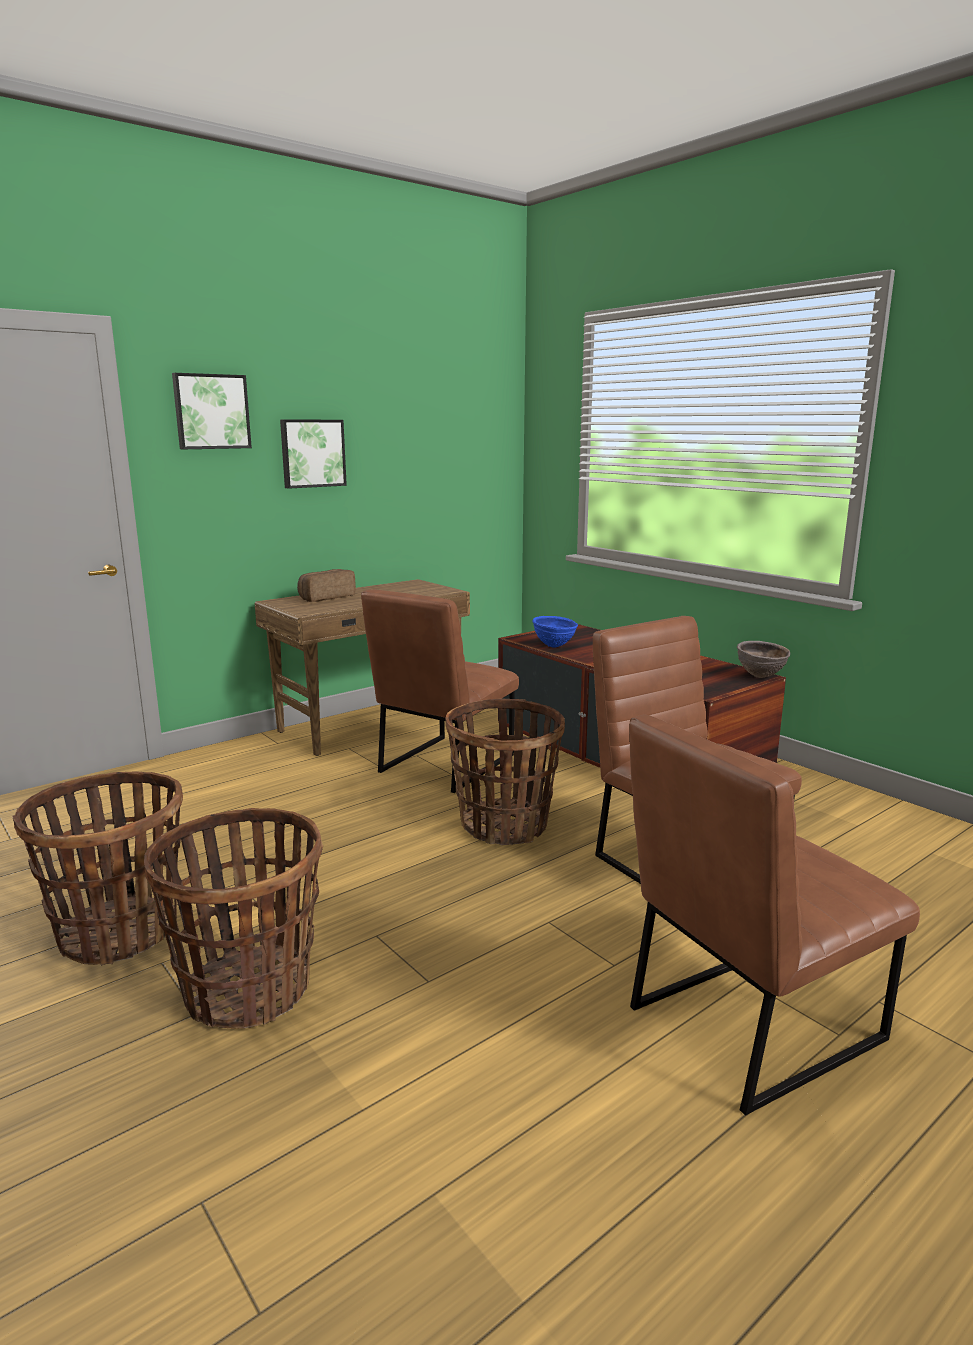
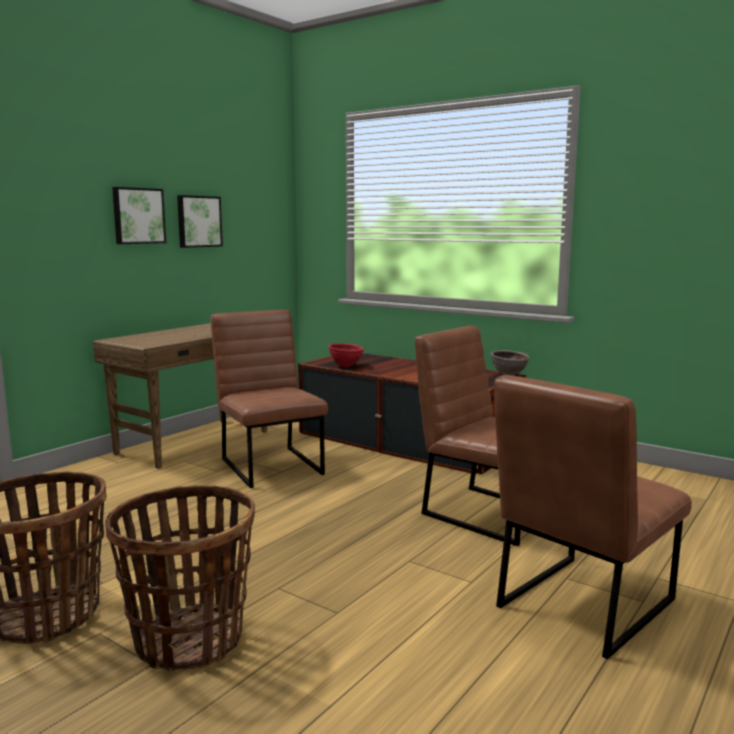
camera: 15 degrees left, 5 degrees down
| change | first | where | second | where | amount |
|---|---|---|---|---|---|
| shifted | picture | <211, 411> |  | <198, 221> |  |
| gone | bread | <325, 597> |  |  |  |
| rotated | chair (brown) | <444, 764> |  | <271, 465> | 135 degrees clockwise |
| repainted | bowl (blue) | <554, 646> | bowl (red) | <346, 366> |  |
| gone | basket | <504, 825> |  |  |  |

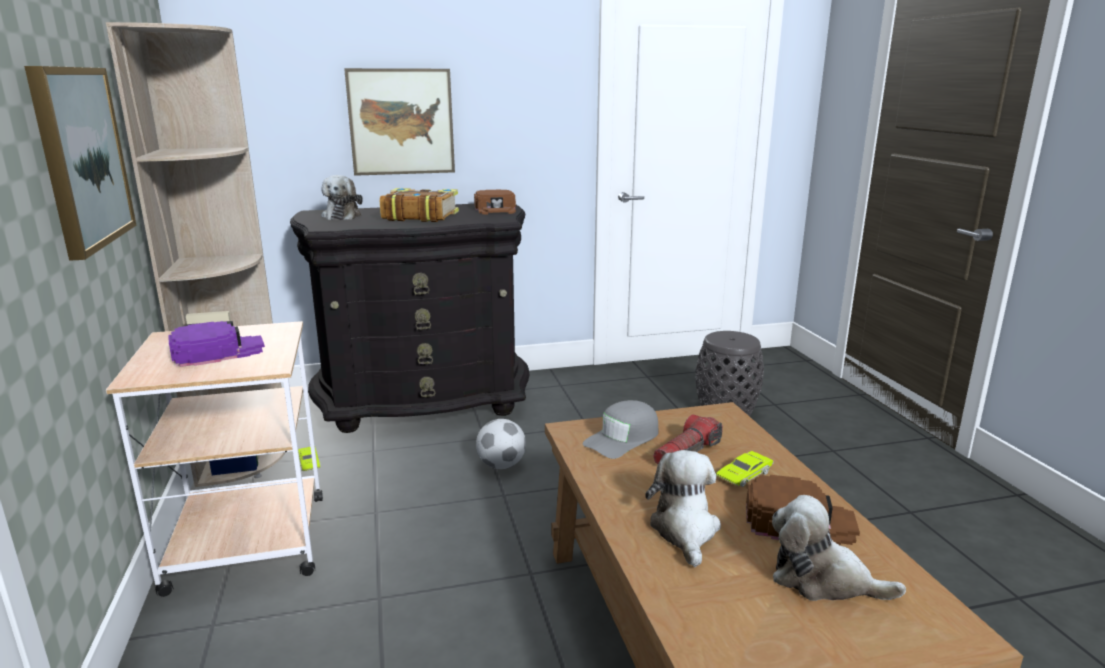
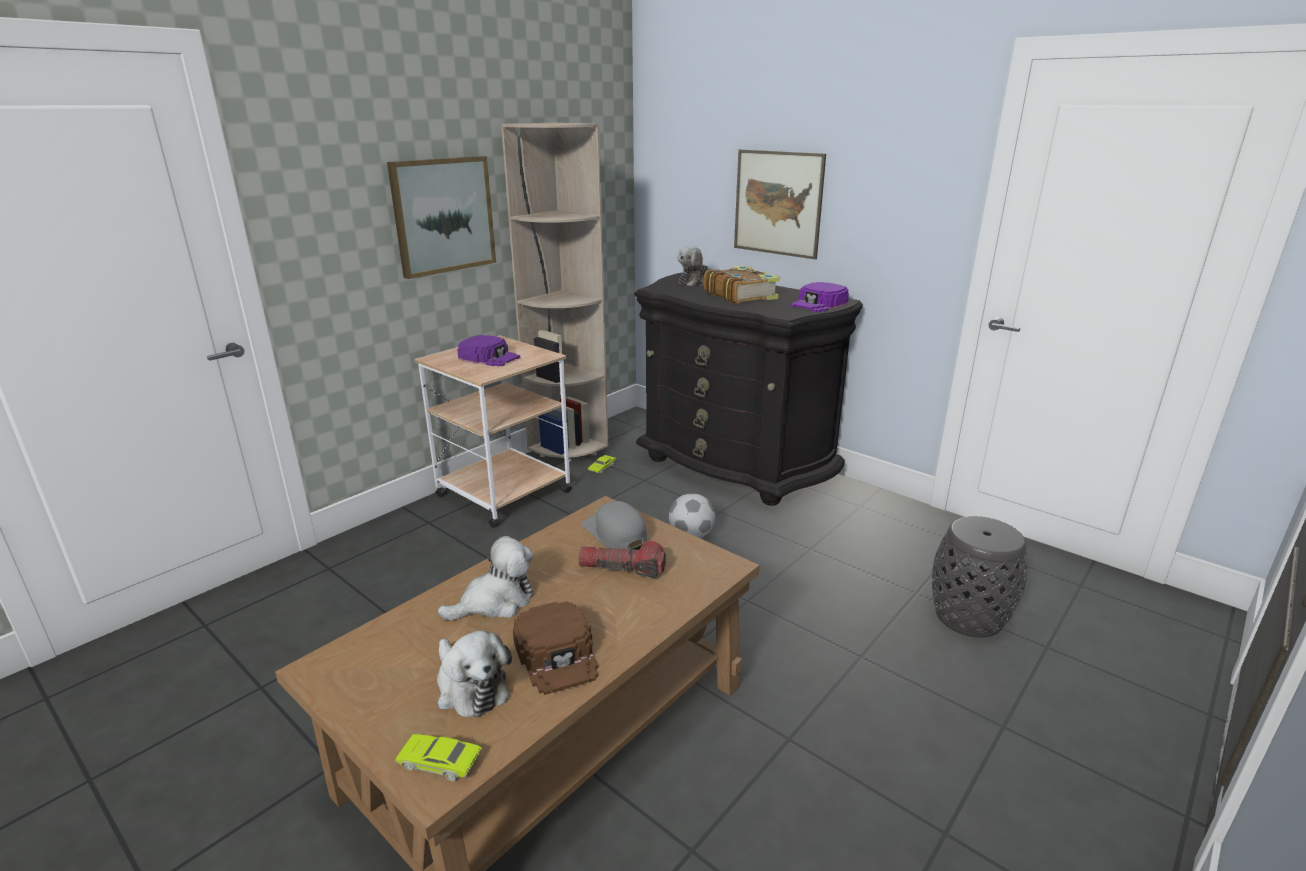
camera: 55 degrees right, 5 degrees up
| change | first | where | second | where | amount |
|---|---|---|---|---|---|
| repainted | cap (brown) | <496, 209> | cap (purple) | <819, 304> |  |
| rotated | cap (grey) | <623, 439> |  | <615, 534> | 45 degrees clockwise |
| shifted | toy car (green) | <744, 475> |  | <440, 761> |  |
| rotated | plush toy | <822, 580> |  | <470, 687> | 150 degrees clockwise |

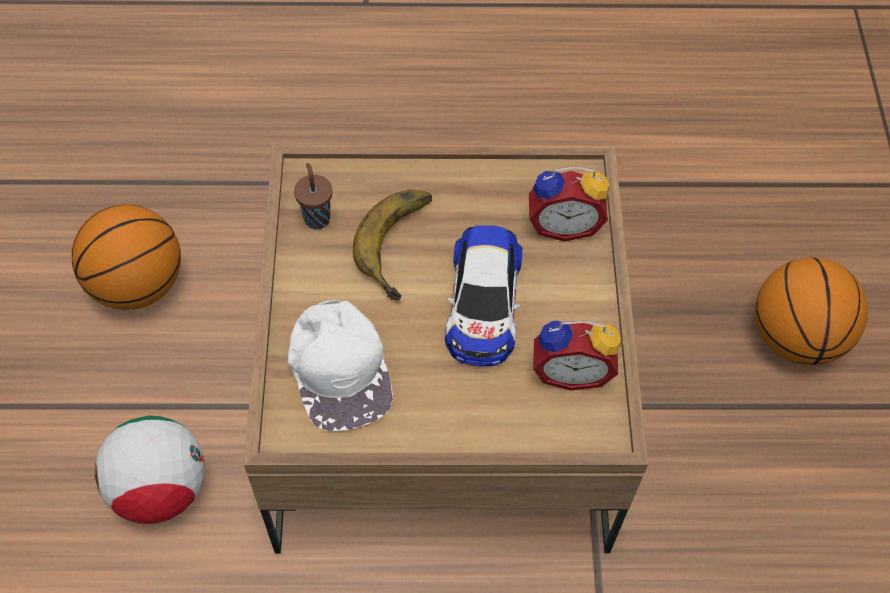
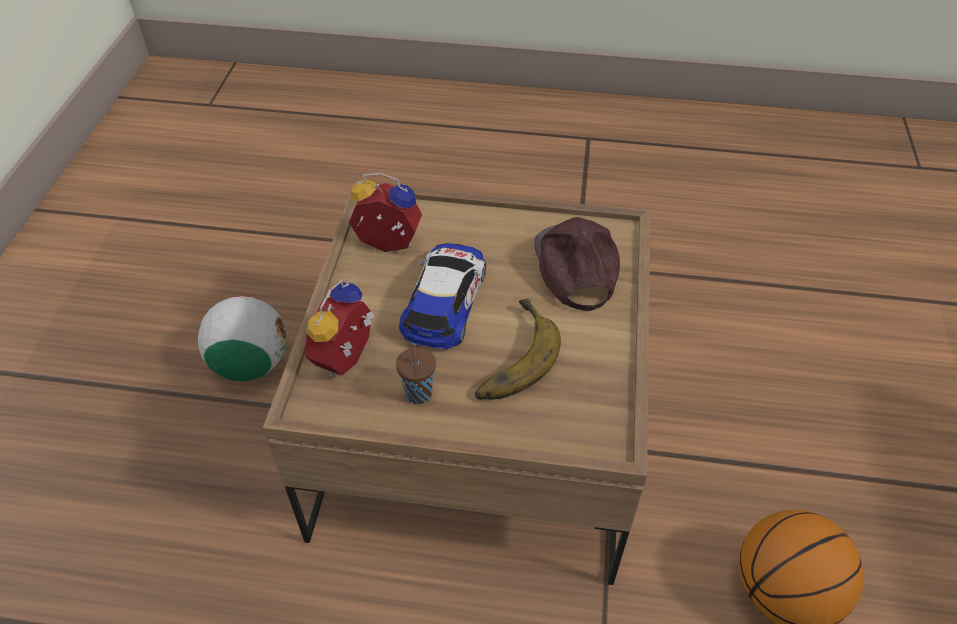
camera: 170 degrees left, 10 degrees down
| change | first | where | second | where | amount |
|---|---|---|---|---|---|
| shifted | cup (brown) | <316, 217> |  | <418, 395> |  |
| rotated | alarm clock | <563, 224> |  | <349, 359> | 75 degrees counterclockwise |
| gone | basketball | <795, 337> |  |  |  |
| repainted | cap (white) | <340, 367> | cap (brown) | <575, 267> |  |
| shifted | football | <160, 489> |  | <251, 364> |  |

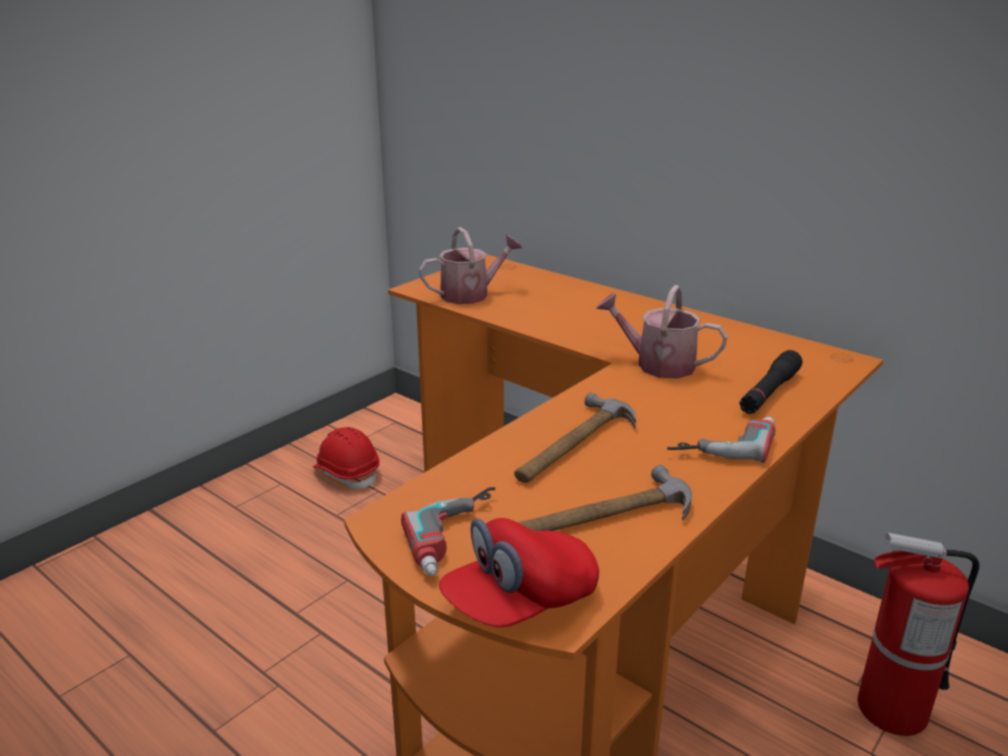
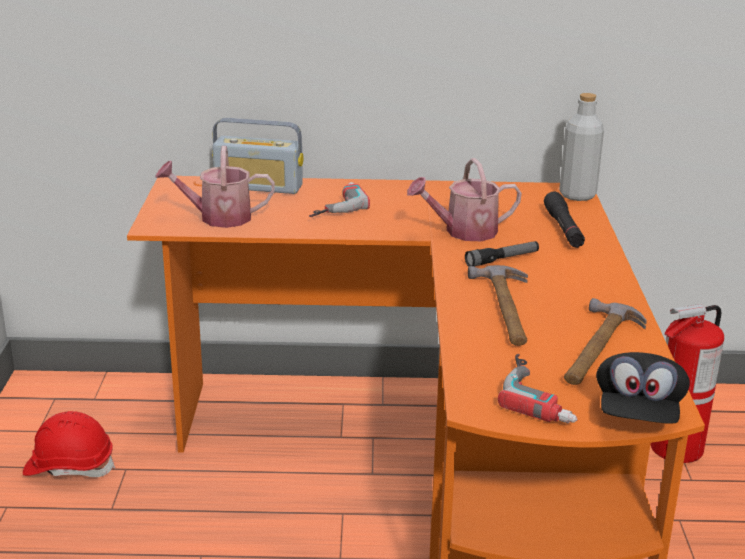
camera: 40 degrees left, 0 degrees up
| change | first | where | second | where | amount |
|---|---|---|---|---|---|
| rotated | watering can | <471, 294> |  | <218, 218> | 120 degrees counterclockwise |
| shifted | power drill | <723, 442> |  | <333, 206> |  |
| repainted | cap (red) | <520, 602> | cap (black) | <637, 413> |  |
| new |  |  | bottle (grey) | <577, 195> |  |
| new |  |  | radio | <259, 186> |  |
| new |  |  | flashlight | <502, 260> |  |

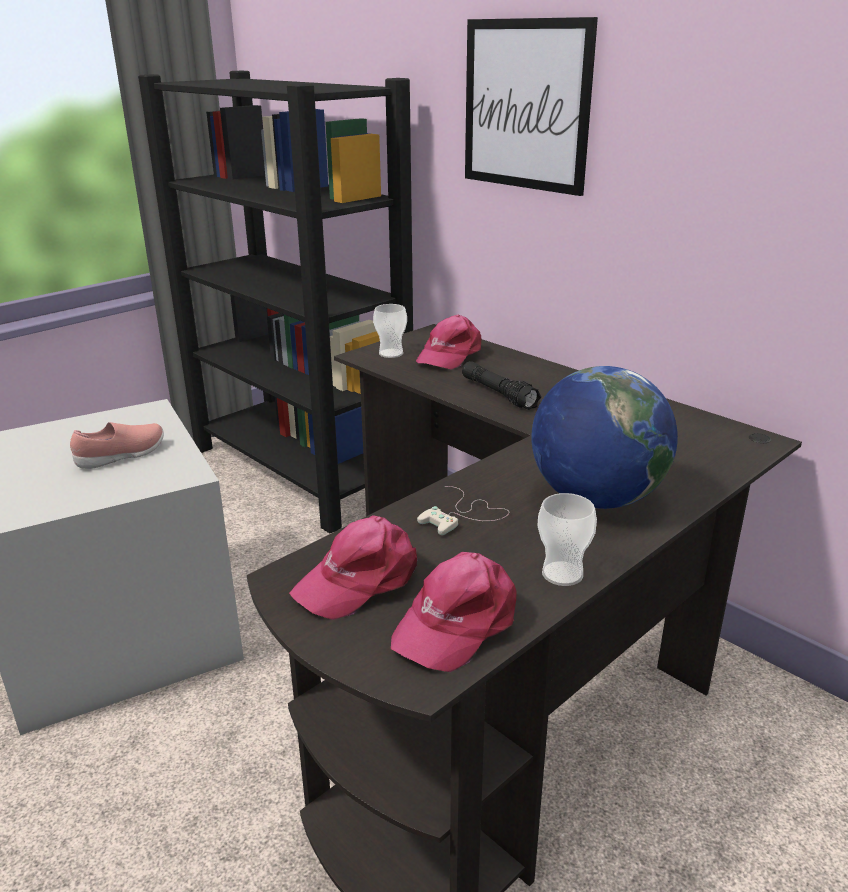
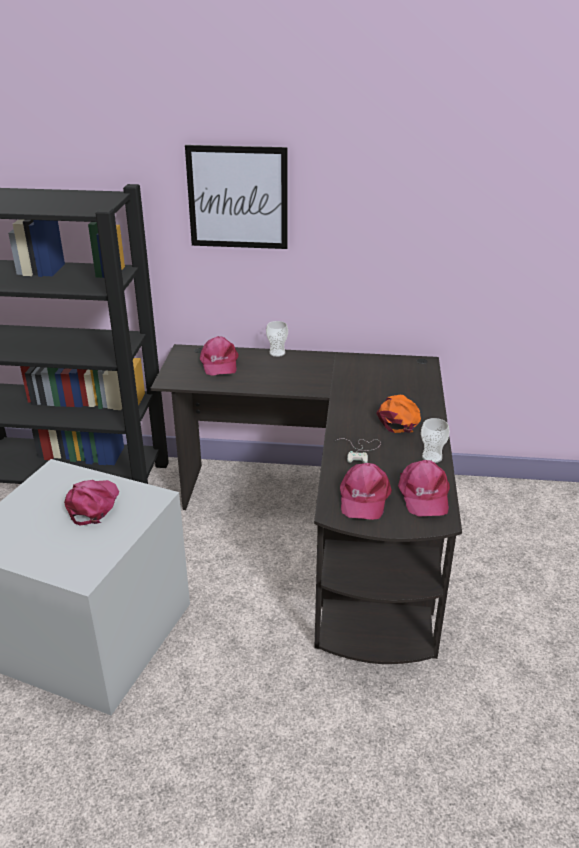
camera: 40 degrees left, 5 degrees up
| change | first | where | second | where | amount |
|---|---|---|---|---|---|
| shifted | cup | <391, 353> |  | <277, 353> |  |
| gone | flashlight (black) | <498, 394> |  |  |  |
| swapped | globe | <596, 498> | cap (orange) | <399, 418> |  |
| swapped | shoe (pink) | <122, 456> | cap (pink) | <93, 505> |  |

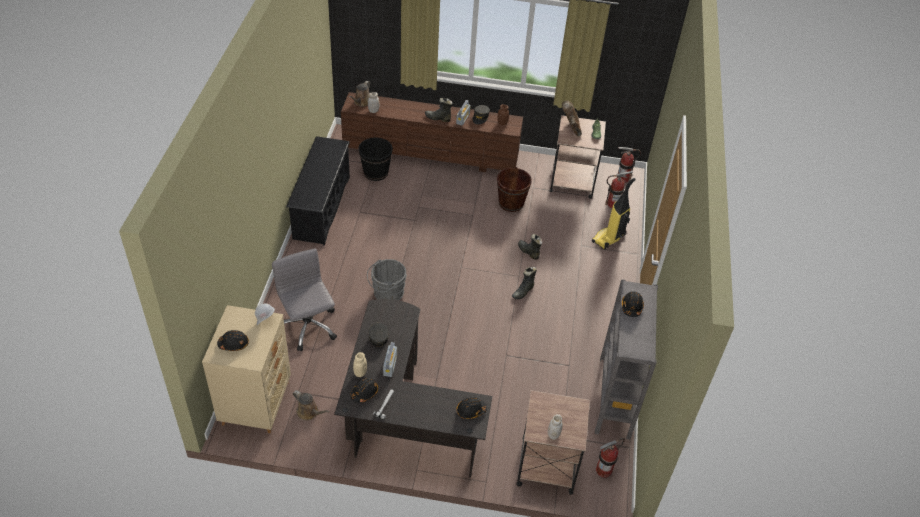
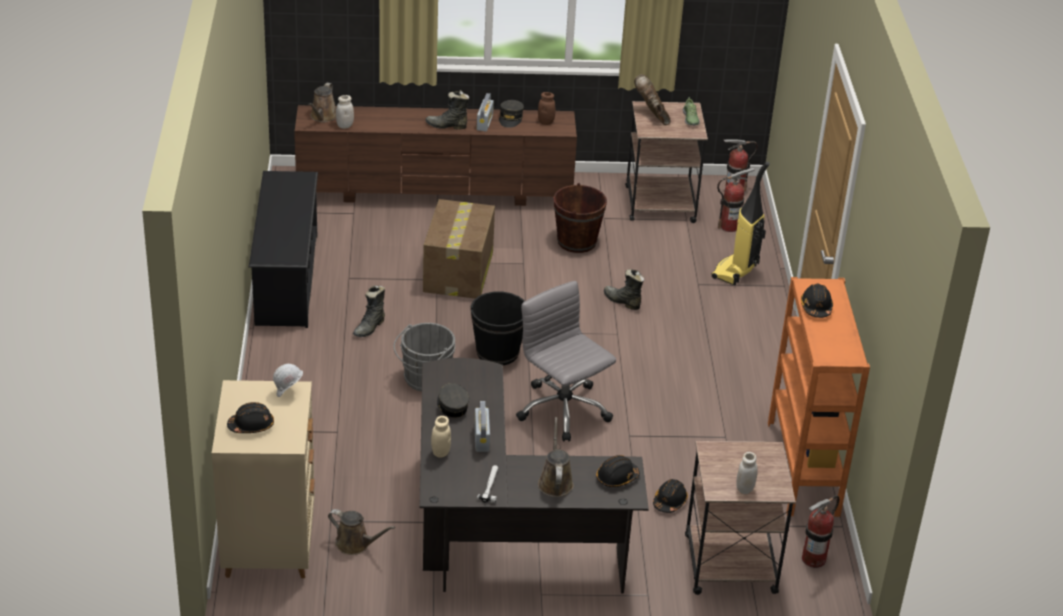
camera: 10 degrees left, 10 degrees down
| change | first | where | second | where | amount |
|---|---|---|---|---|---|
| shifted | bucket (black) | <376, 172> |  | <497, 352> |  |
| shifted | office chair (grey) | <307, 326> |  | <563, 410> |  |
| shifted | boot (black) | <523, 292> |  | <370, 327> |  |
| repainted | bookcase (grey) | <614, 397> | bookcase (orange) | <803, 468> |  |
| shifted | hard hat (black) | <364, 393> |  | <669, 501> |  |
| new |  |  | cardboard box | <458, 272> |  |
| new |  |  | watering can (brown) | <555, 482> |  |

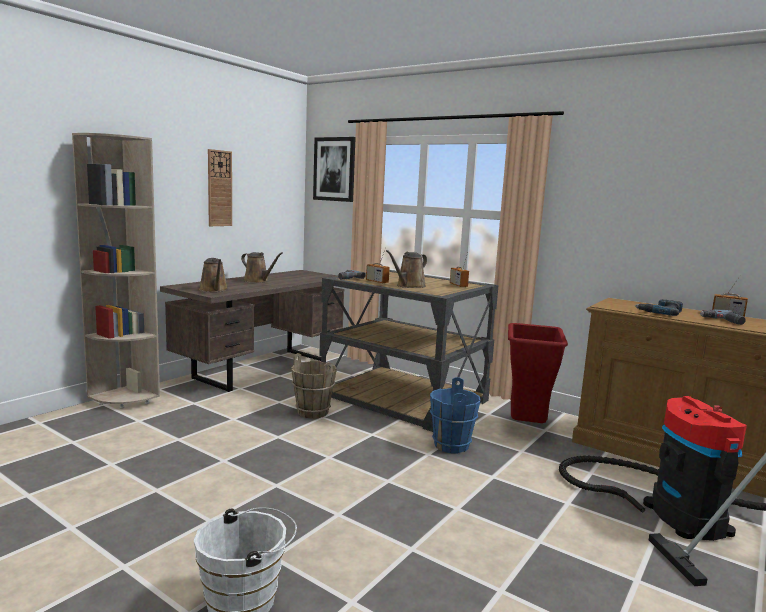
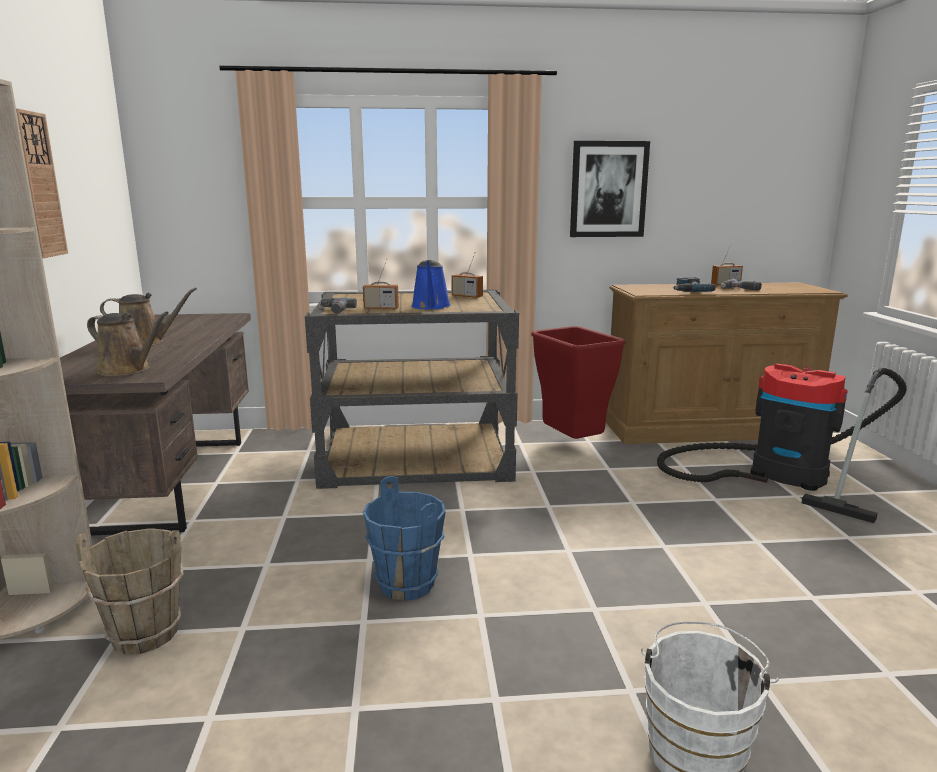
camera: 40 degrees left, 5 degrees up
| change | first | where | second | where | amount |
|---|---|---|---|---|---|
| shifted | picture | <334, 169> |  | <608, 189> |  |
| repainted | watering can (brown) | <409, 286> | watering can (blue) | <431, 307> |  |
| shifted | bucket (brown) | <313, 412> |  | <145, 633> |  |
| shifted | bucket (blue) | <450, 445> |  | <406, 585> |  |

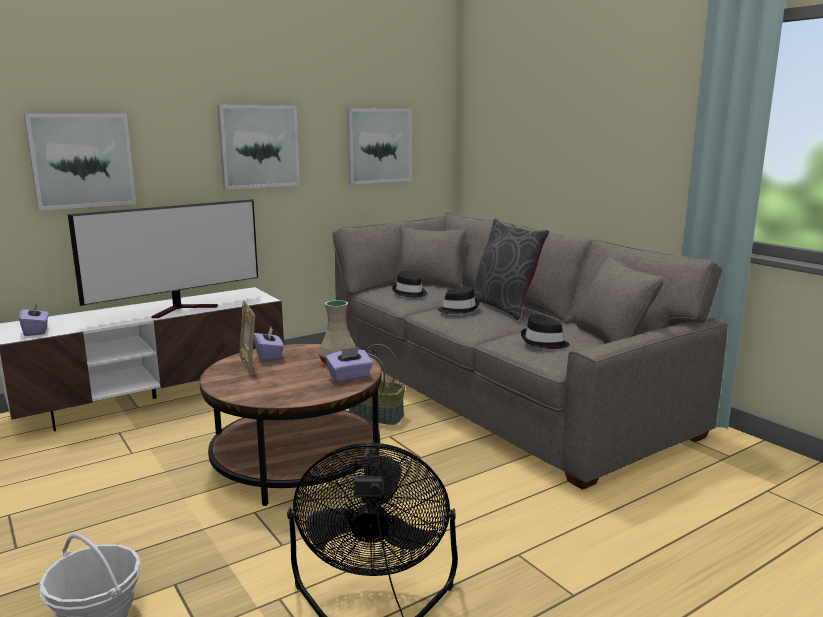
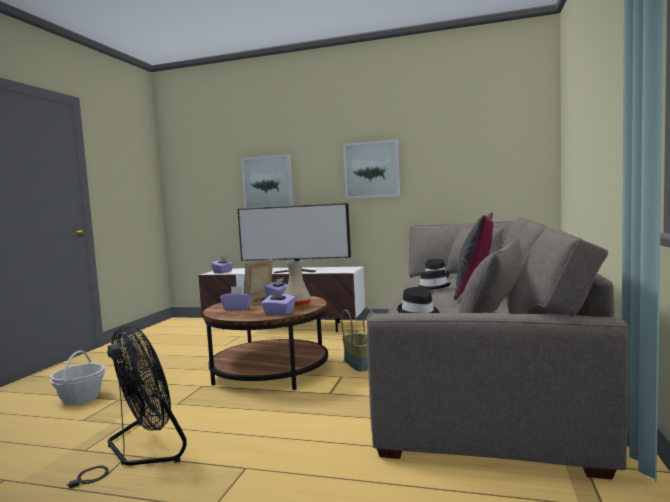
camera: 50 degrees right, 10 degrees down
| change | first | where | second | where | amount |
|---|---|---|---|---|---|
| gone | picture | <378, 145> |  |  |  |
| new |  |  | tissue box (purple) | <237, 308> |  |

